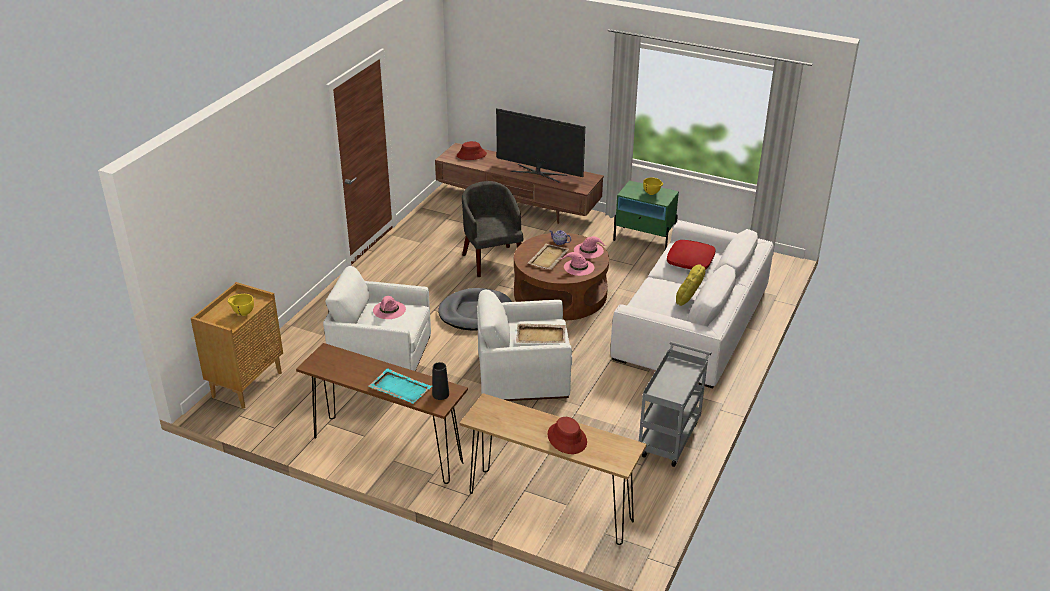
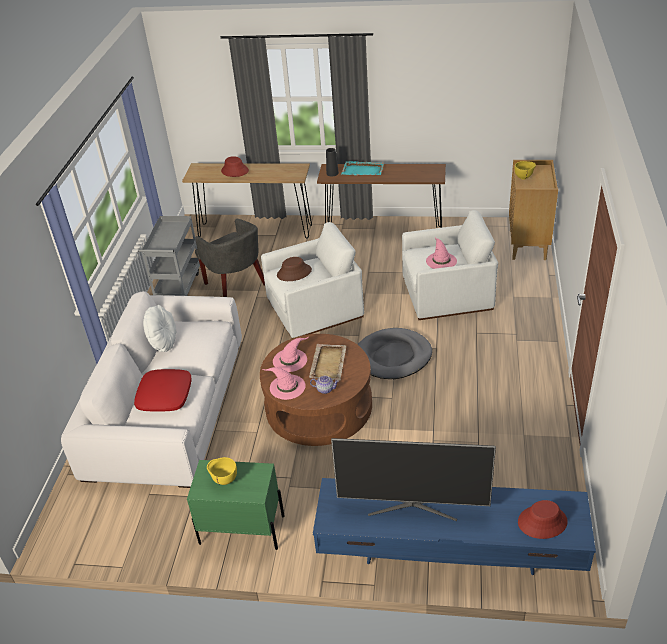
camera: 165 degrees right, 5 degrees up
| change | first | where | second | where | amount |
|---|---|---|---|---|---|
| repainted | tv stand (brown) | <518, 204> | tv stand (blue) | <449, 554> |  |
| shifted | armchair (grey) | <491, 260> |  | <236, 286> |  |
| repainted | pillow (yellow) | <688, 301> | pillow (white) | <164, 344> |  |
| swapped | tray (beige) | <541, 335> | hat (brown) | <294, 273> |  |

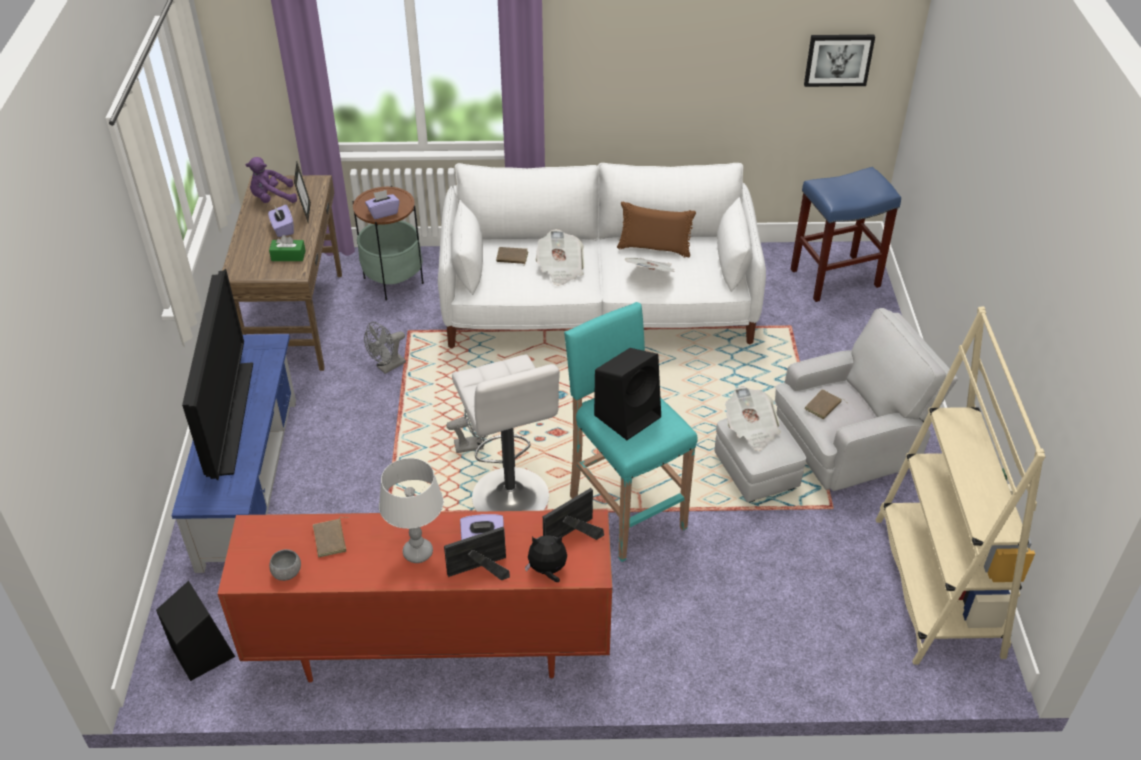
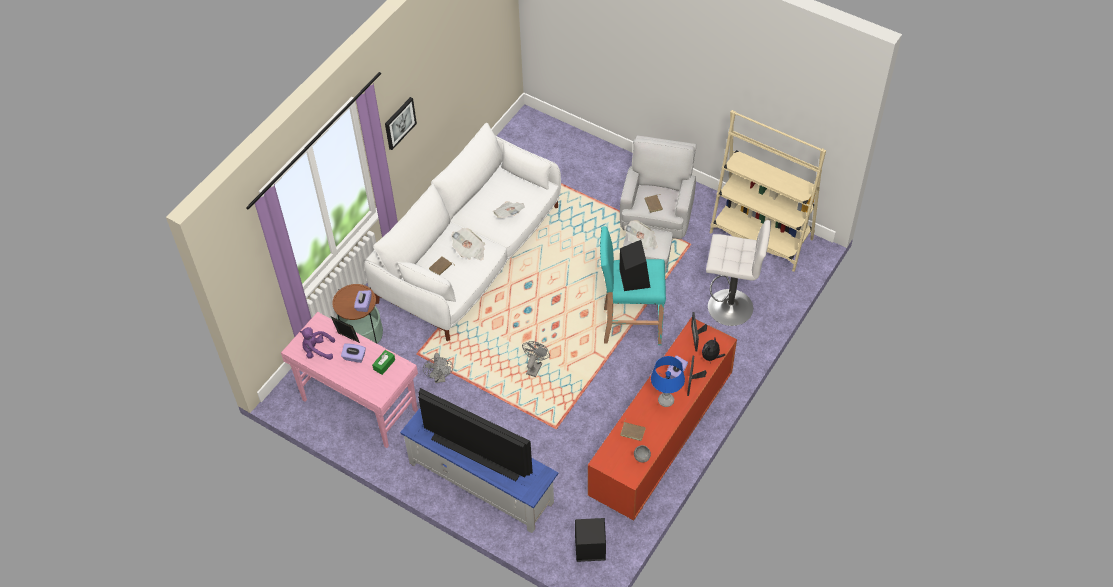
camera: 55 degrees left, 10 degrees up
| change | first | where | second | where | amount |
|---|---|---|---|---|---|
| shifted | picture | <838, 59> |  | <399, 123> |  |
| rotated | plush toy (purple) | <272, 199> |  | <317, 350> | 75 degrees clockwise |
| gone | stool (blue) | <835, 277> |  |  |  |
| repainted | console table (brown) | <297, 320> | console table (pink) | <359, 405> |  |
| gone | pillow (brown) | <654, 248> |  |  |  |
| shifted | stool (white) | <510, 497> |  | <730, 308> |  |
| repainted | table lamp (grey) | <418, 552> | table lamp (blue) | <665, 400> |  |

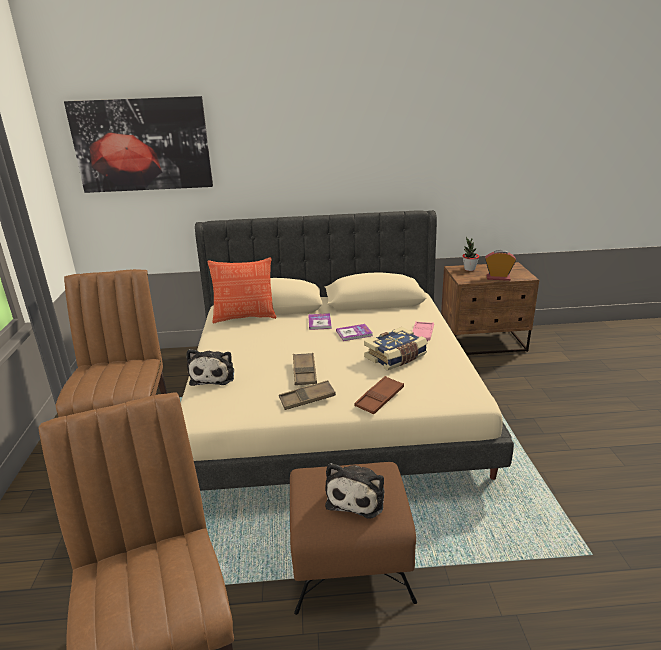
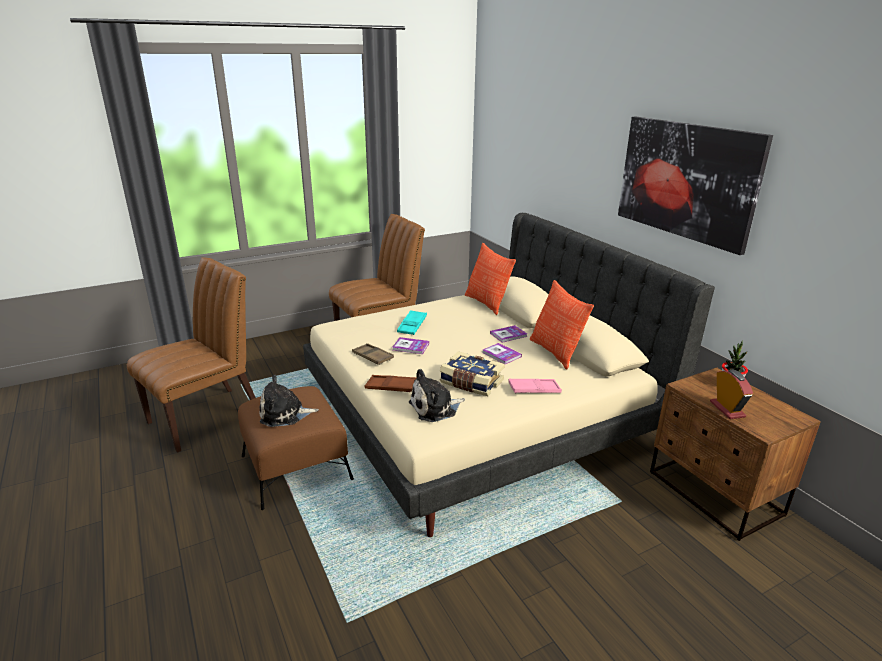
camera: 65 degrees right, 0 degrees up
| change | first | where | second | where | amount |
|---|---|---|---|---|---|
| shifted | picture | <142, 145> |  | <686, 180> |  |
| shifted | plush toy | <213, 376> |  | <435, 408> |  |
| swapped | tray (brown) | <304, 372> | book | <410, 347> |  |
| new |  |  | pillow (orange) | <556, 352> |  |
| new |  |  | tray (turquoise) | <412, 325> |  |

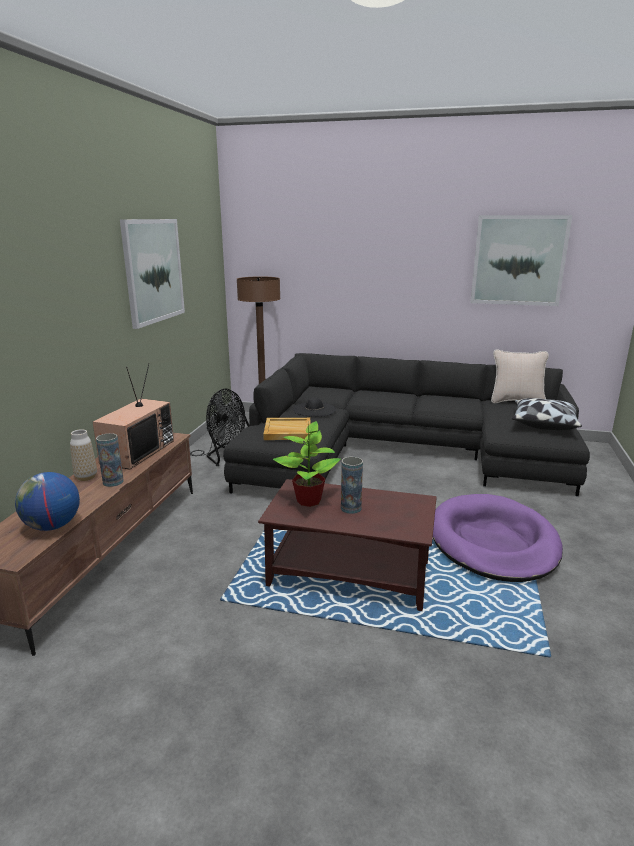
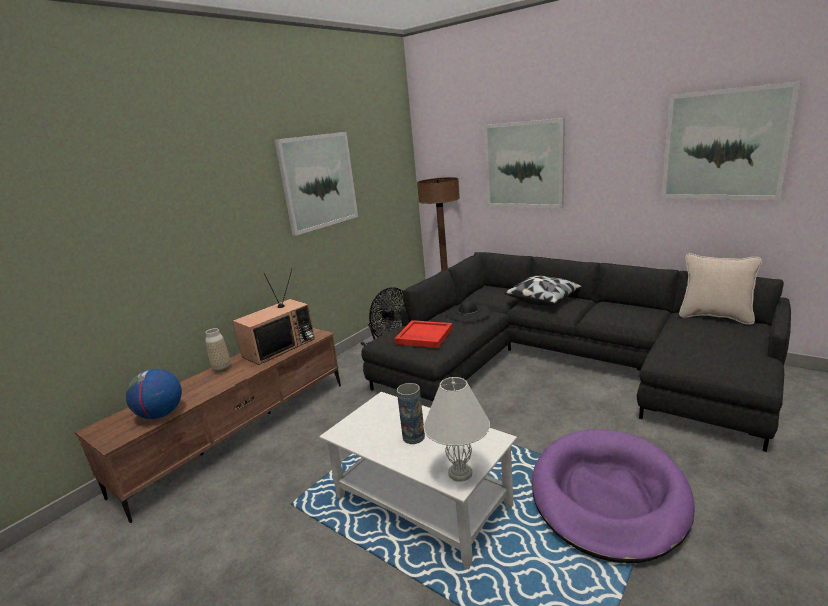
camera: 25 degrees right, 0 degrees up
| change | first | where | second | where | amount |
|---|---|---|---|---|---|
| shifted | pillow | <543, 423> |  | <543, 299> |  |
| repainted | tray (beige) | <287, 431> | tray (red) | <423, 336> |  |
| gone | potted plant | <308, 500> |  |  |  |
| gone | vase | <113, 482> |  |  |  |
| repainted | coffee table (brown) | <350, 574> | coffee table (white) | <424, 502> |  |
| new |  |  | picture | <523, 165> |  |
| new |  |  | table lamp (white) | <460, 473> |  |

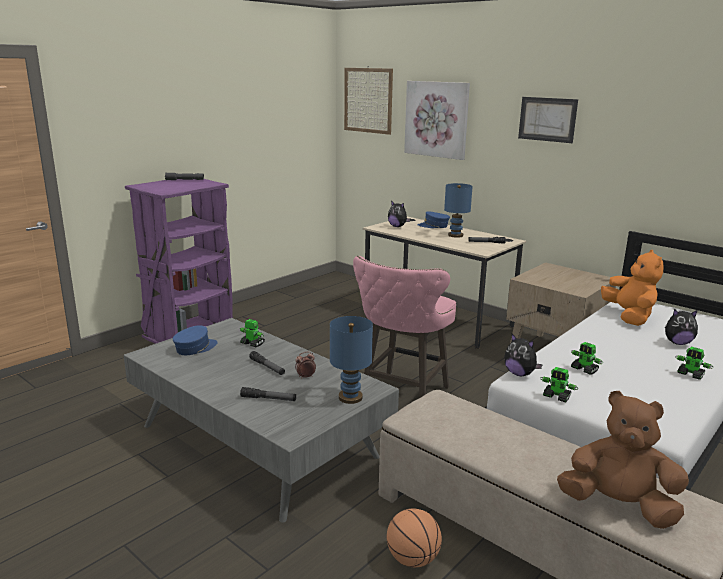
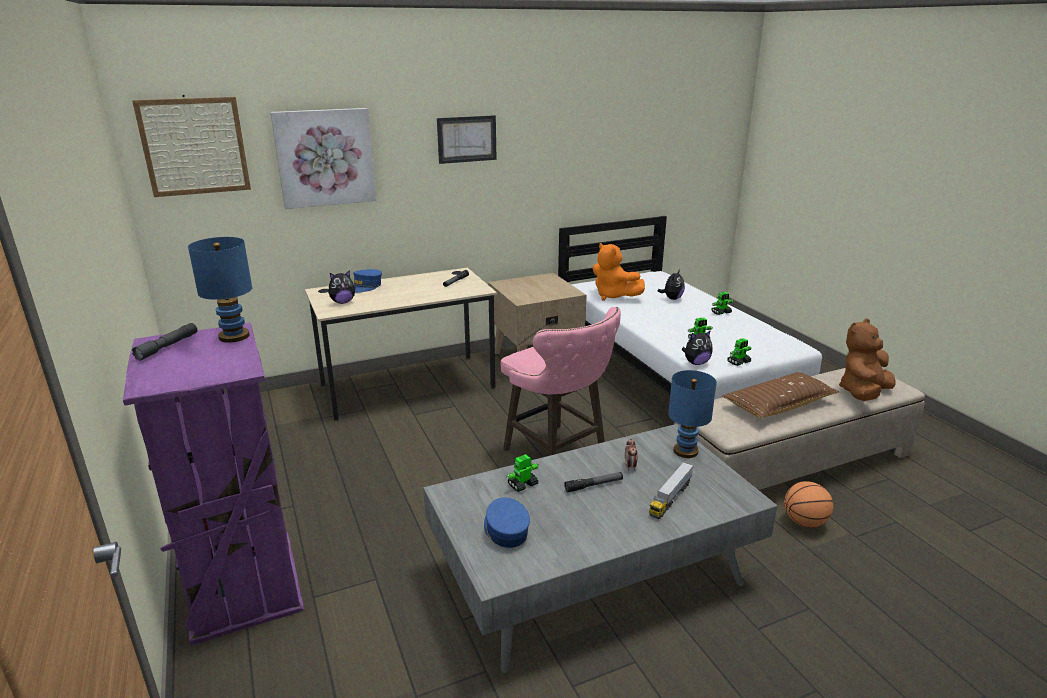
camera: 65 degrees left, 5 degrees up
| change | first | where | second | where | amount |
|---|---|---|---|---|---|
| shifted | table lamp (blue) | <455, 235> |  | <234, 336> |  |
| rotated | plush toy (orange) | <629, 316> |  | <613, 296> | 150 degrees counterclockwise |
| swapped | flashlight | <268, 399> | toy truck | <670, 498> |  |
| new |  |  | pillow (brown) | <778, 405> |  |

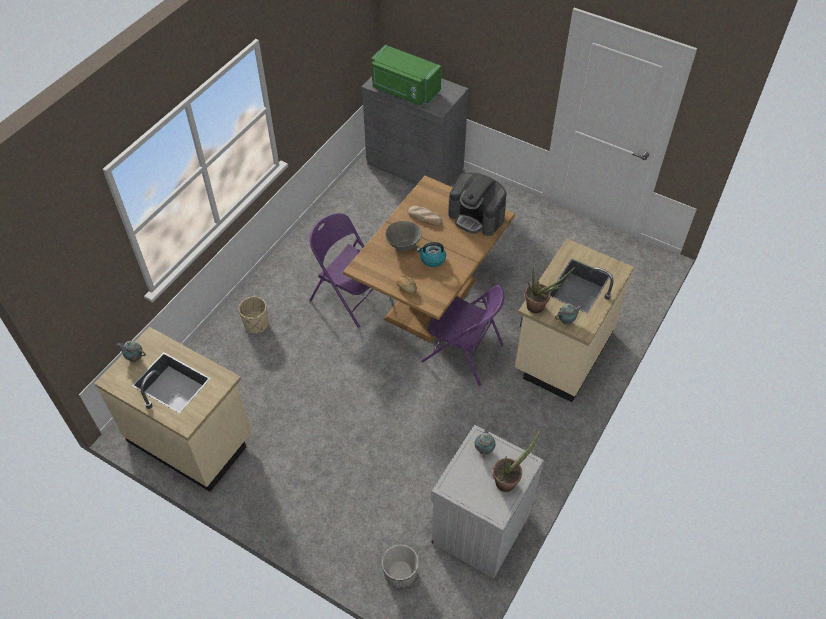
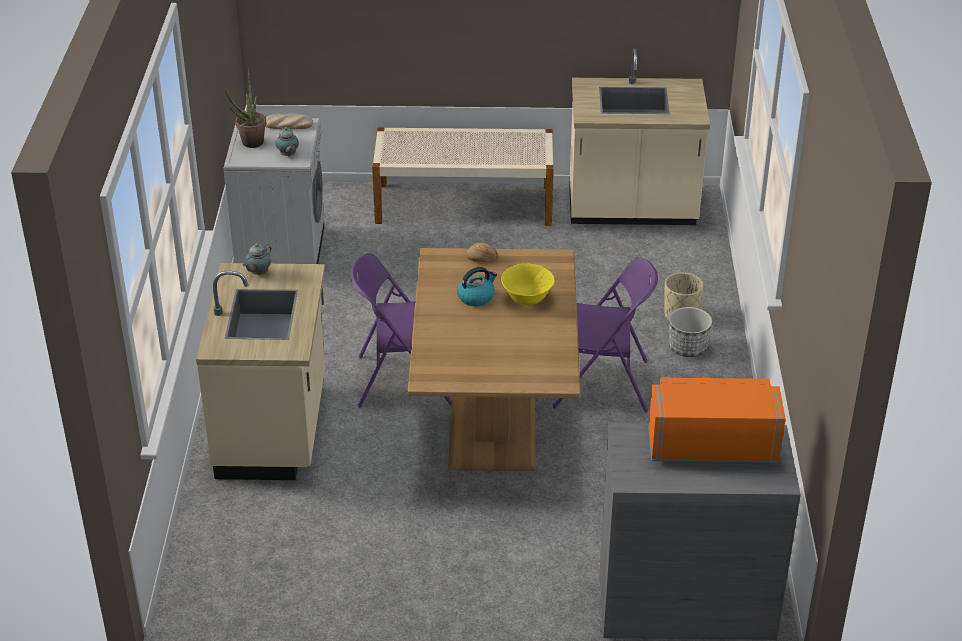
camera: 150 degrees right, 15 degrees down
| change | first | where | second | where | amount |
|---|---|---|---|---|---|
| repainted | microwave (green) | <404, 90> | microwave (orange) | <712, 444> |  |
| gone | coffee machine | <476, 216> |  |  |  |
| shifted | bread | <425, 217> |  | <287, 125> |  |
| repainted | bowl (grey) | <403, 245> | bowl (yellow) | <527, 299> |  |
| gone | potted plant | <539, 306> |  |  |  |
| gone | teapot | <134, 357> |  |  |  |
| shifted | planter | <400, 573> |  | <687, 348> |  |
| new |  |  | bench (beige) | <464, 203> |  |

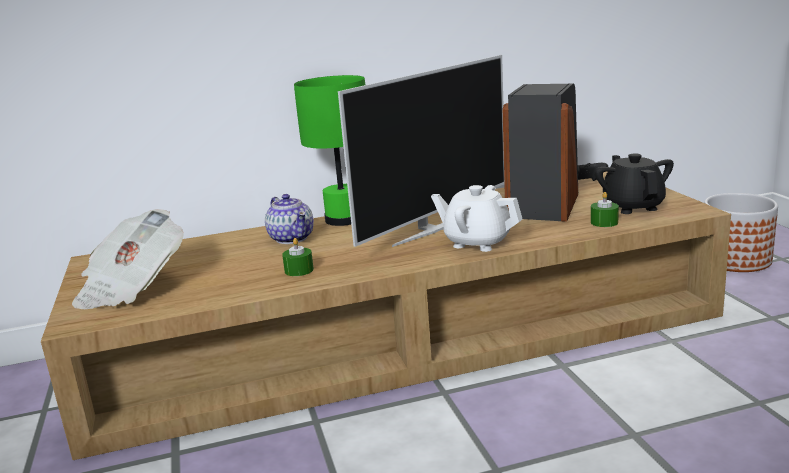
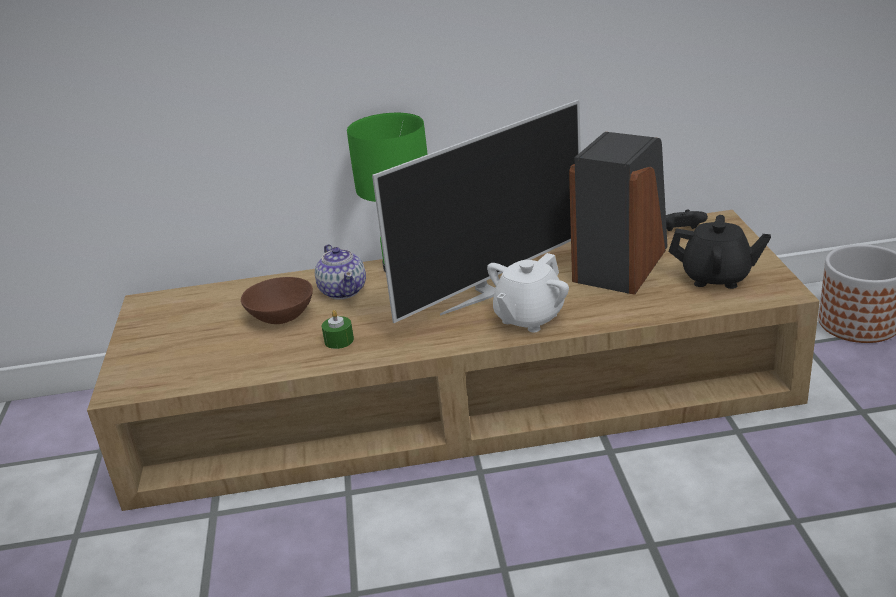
camera: 10 degrees right, 10 degrees up
| change | first | where | second | where | amount |
|---|---|---|---|---|---|
| rotated | teapot (black) | <633, 206> |  | <716, 277> | 105 degrees clockwise |
| rotated | teapot (white) | <477, 242> |  | <528, 318> | 90 degrees counterclockwise |
| gone | candle (green) | <604, 222> |  |  |  |
| gone | newspaper | <131, 288> |  |  |  |
| new |  |  | bowl (brown) | <281, 316> |  |

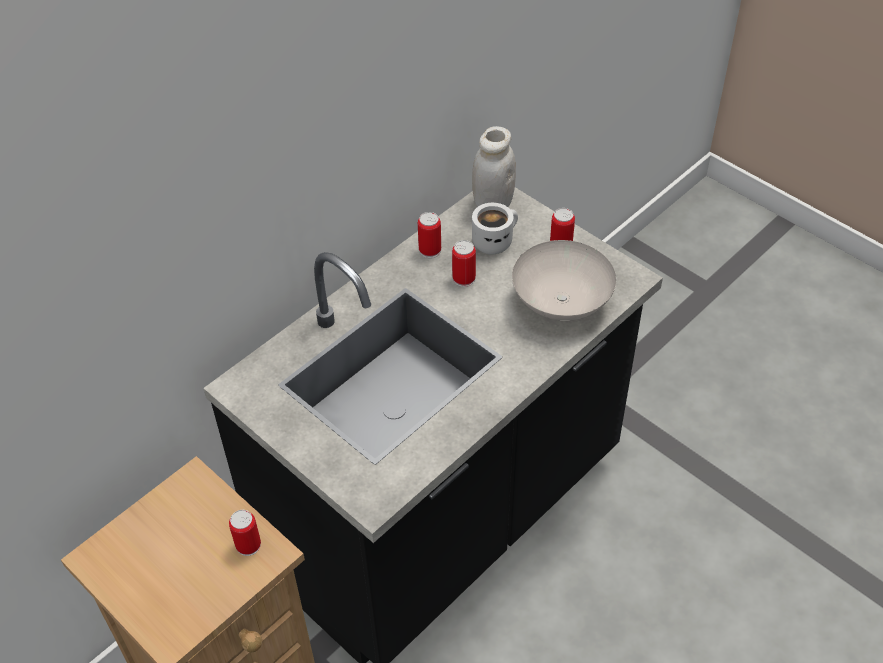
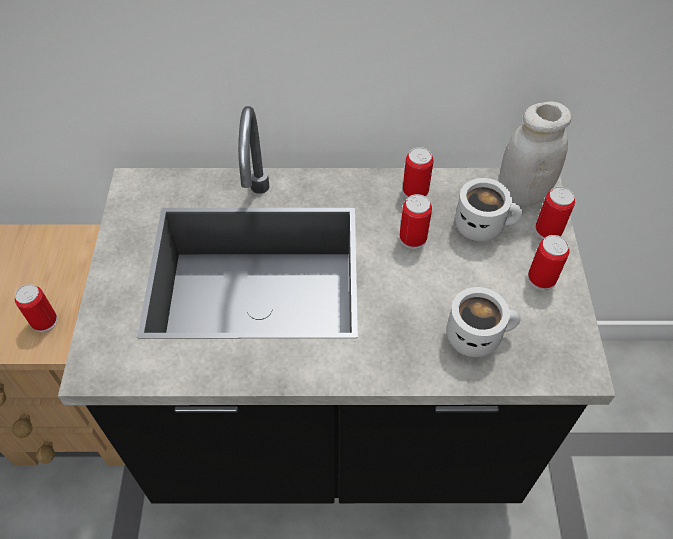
camera: 45 degrees right, 5 degrees up
| change | first | where | second | where | amount |
|---|---|---|---|---|---|
| swapped | bowl (white) | <563, 302> | mug (white) | <477, 334> |  |
| new |  |  | can | <548, 231> |  |

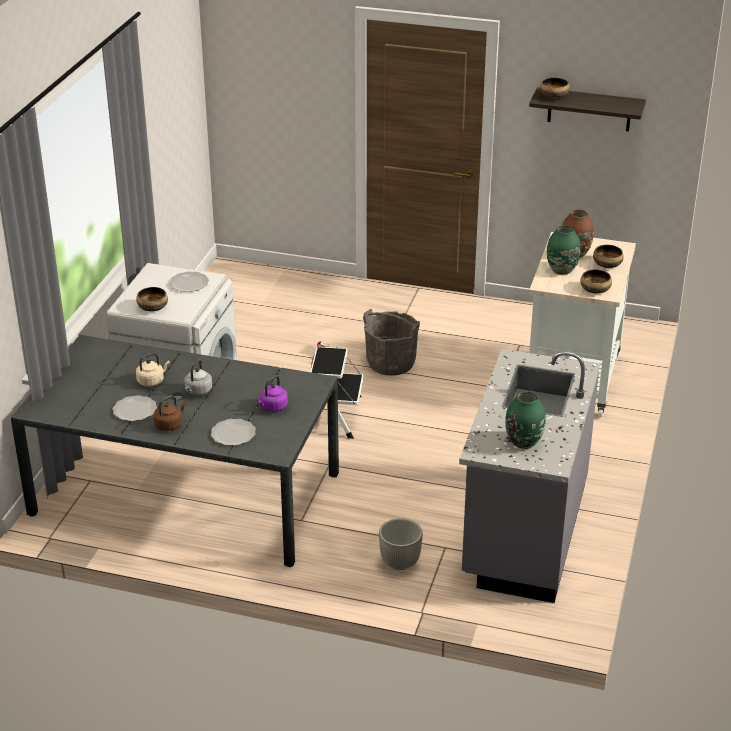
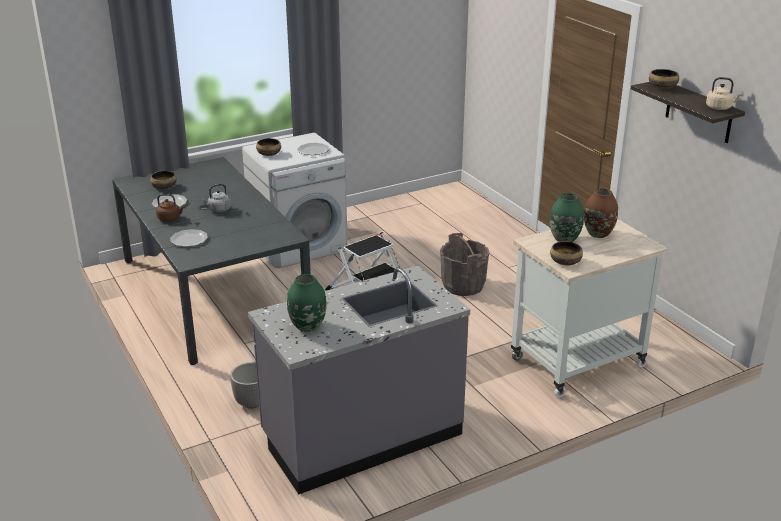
camera: 45 degrees right, 5 degrees down
| change | first | where | second | where | amount |
|---|---|---|---|---|---|
| shifted | bowl | <607, 264> |  | <164, 187> |  |
| shifted | kettle (beige) | <152, 381> |  | <720, 108> |  |
| gone | kettle (purple) | <272, 407> |  |  |  |

